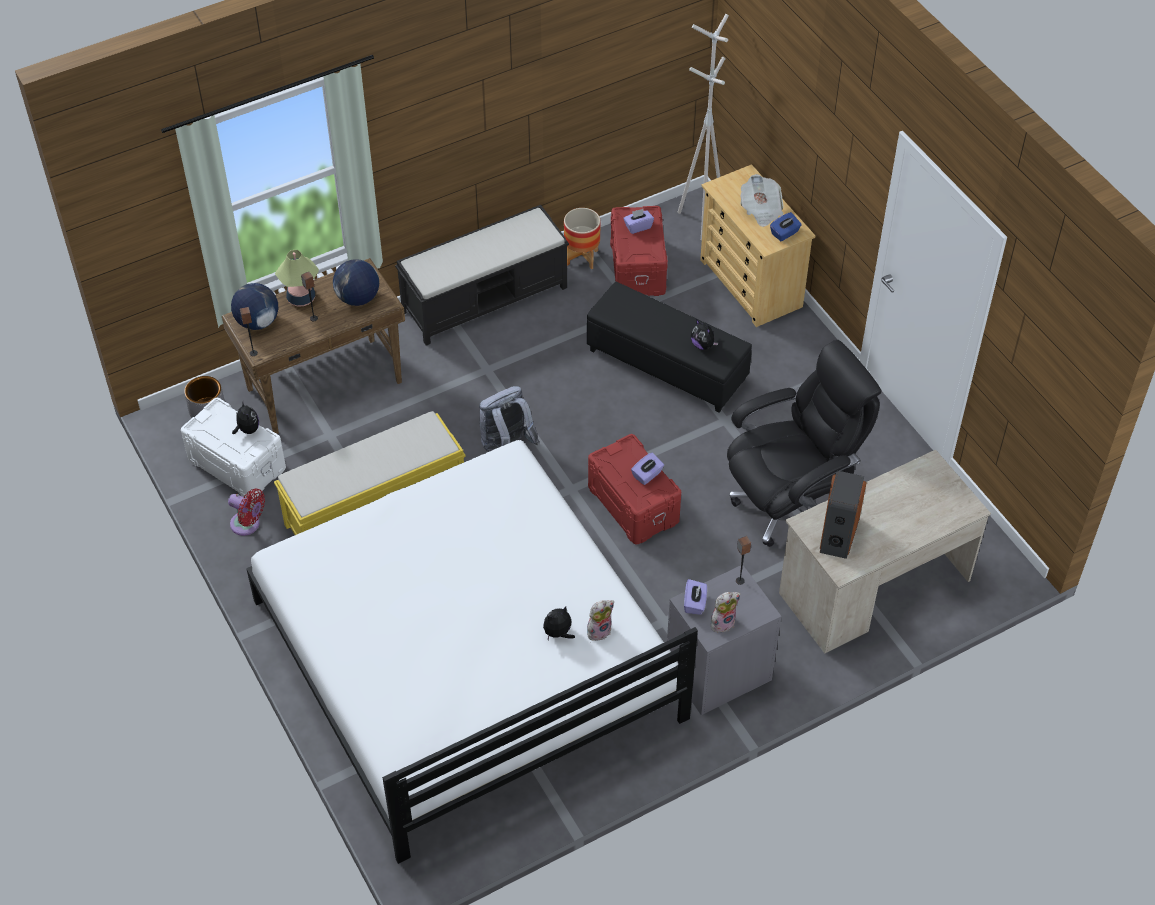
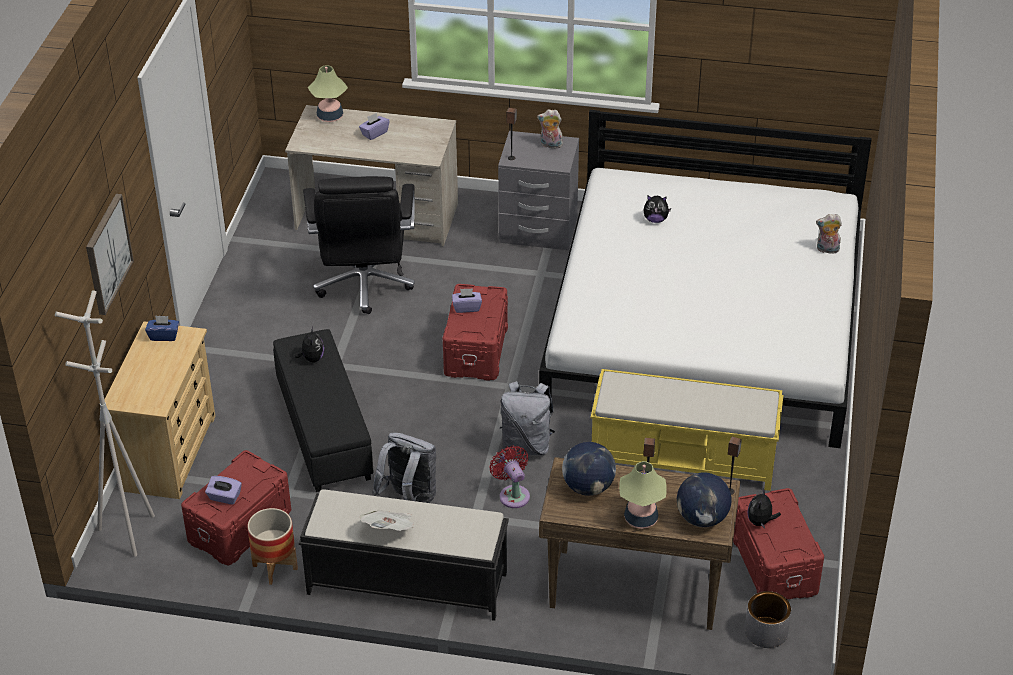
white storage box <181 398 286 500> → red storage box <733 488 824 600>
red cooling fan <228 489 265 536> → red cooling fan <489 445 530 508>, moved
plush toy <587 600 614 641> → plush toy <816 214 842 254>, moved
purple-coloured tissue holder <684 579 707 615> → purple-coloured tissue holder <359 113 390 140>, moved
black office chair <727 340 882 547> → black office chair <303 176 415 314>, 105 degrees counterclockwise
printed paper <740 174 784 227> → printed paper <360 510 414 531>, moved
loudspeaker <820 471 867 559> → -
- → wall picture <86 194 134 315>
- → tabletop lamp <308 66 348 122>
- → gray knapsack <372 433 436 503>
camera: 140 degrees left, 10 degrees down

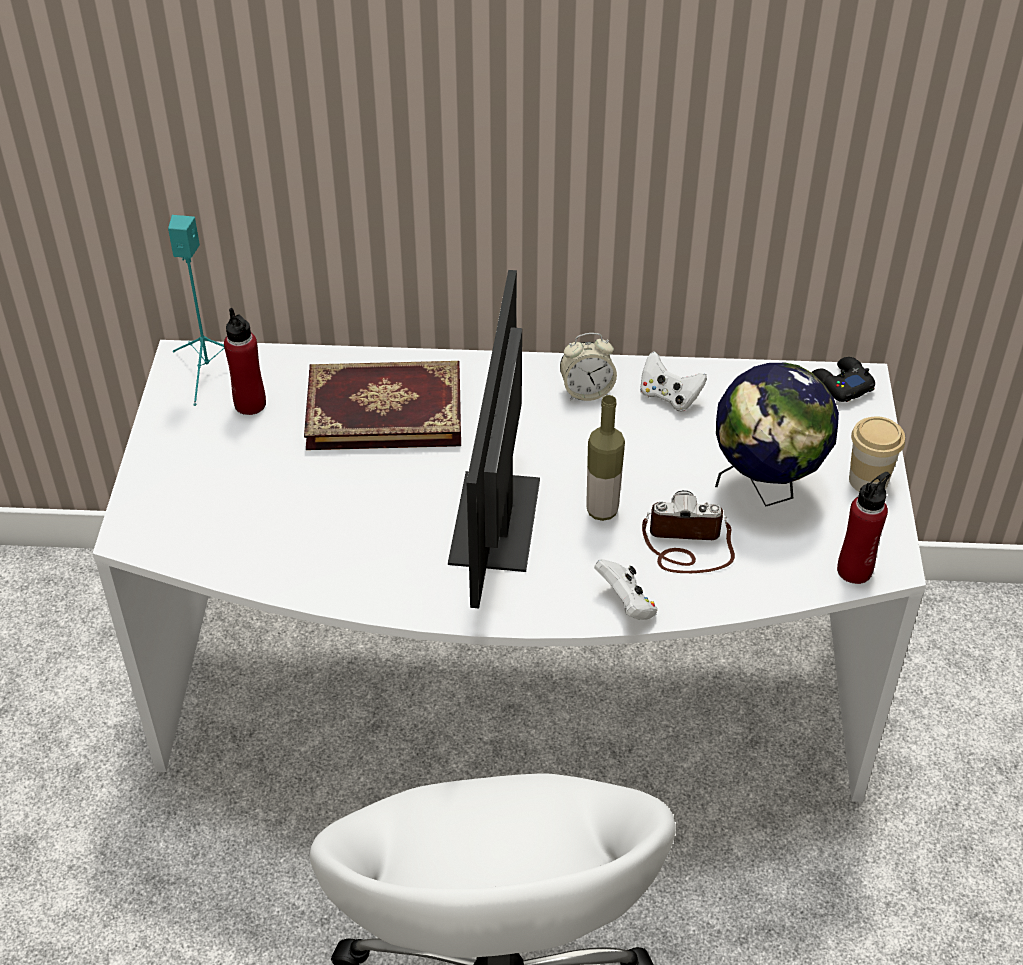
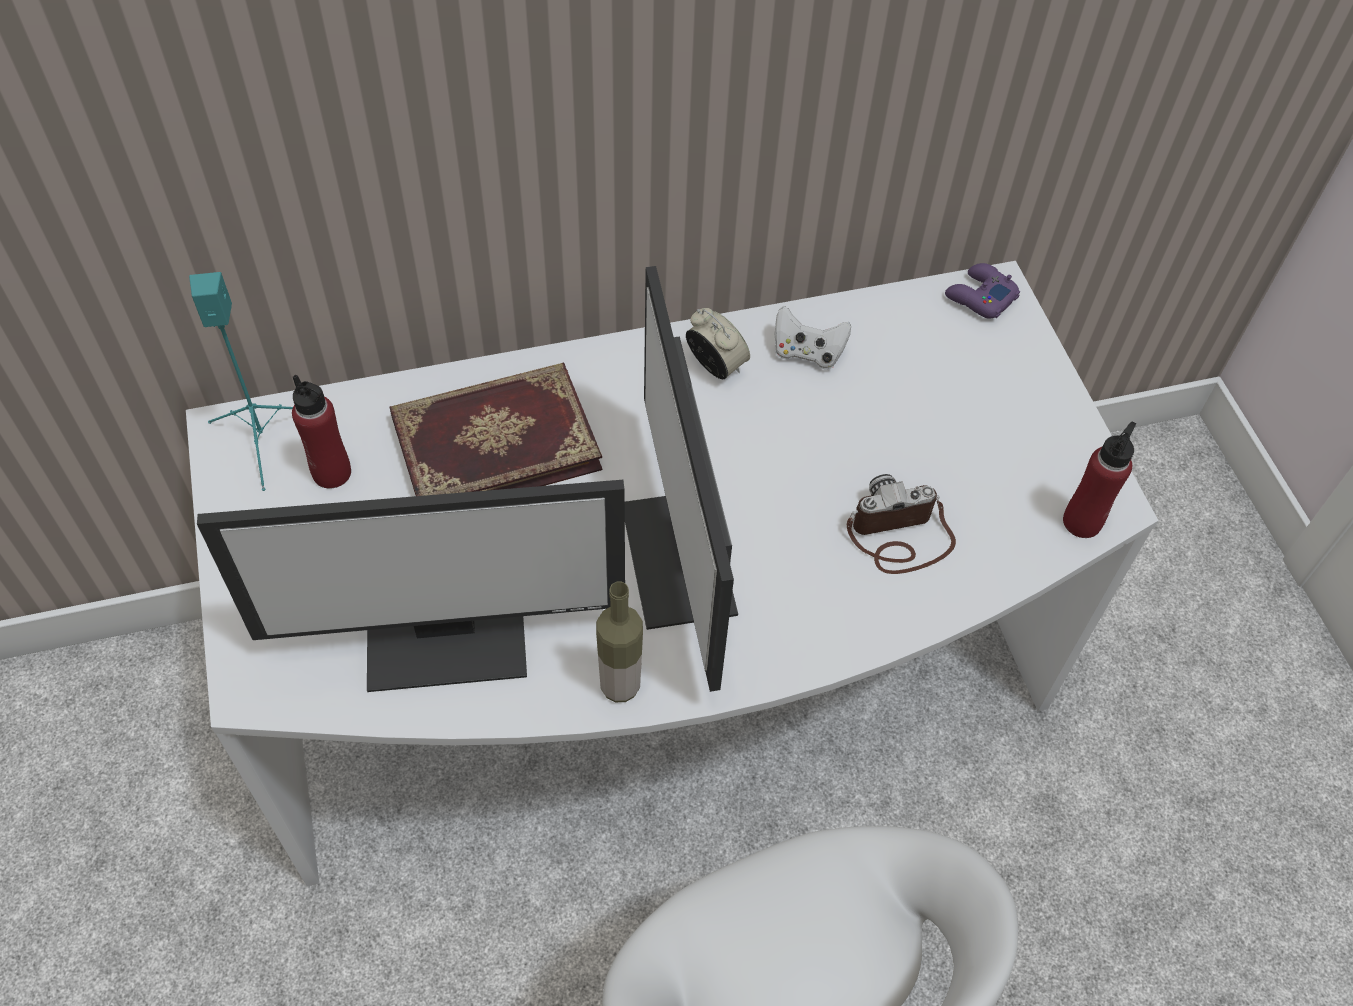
table clock <560 333 617 401> → table clock <686 308 750 379>, 105 degrees counterclockwise
drink bottle <586 395 625 521> → drink bottle <596 581 643 702>, moved
white gamepad <594 559 657 620> → -
globe <715 363 839 506> → -
black gamepad <812 357 875 402> → purple-coloured gamepad <945 263 1020 319>
small cup <849 416 905 492> → -
- → computer screen <197 480 625 692>
camera: 20 degrees left, 10 degrees up

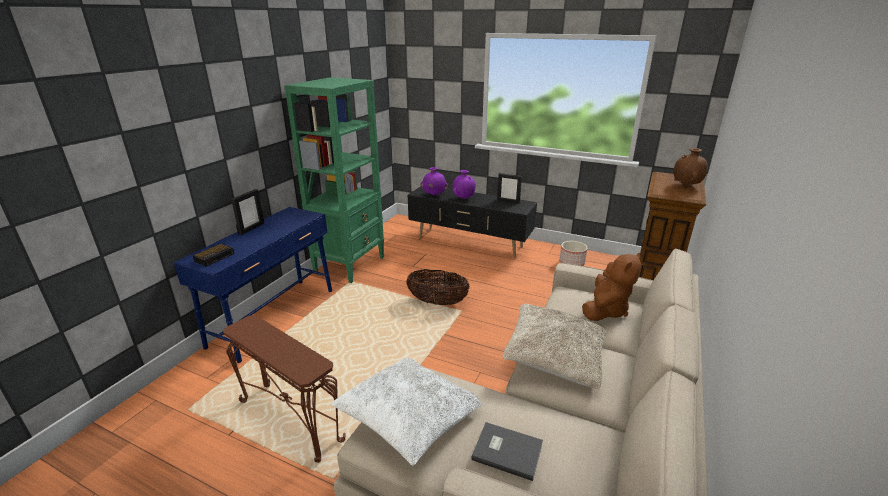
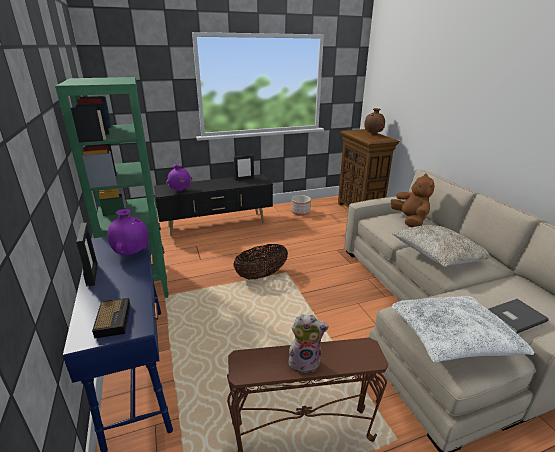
purple-coloured flower vase <453 170 476 199> → purple-coloured flower vase <107 209 149 255>, moved
- → plush toy <288 314 329 373>
camera: 45 degrees left, 0 degrees up

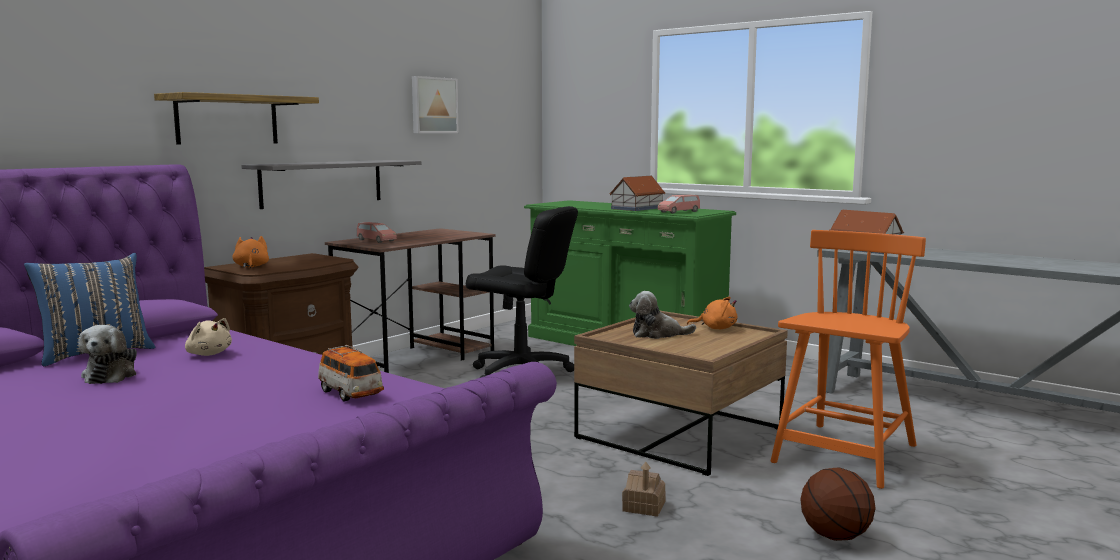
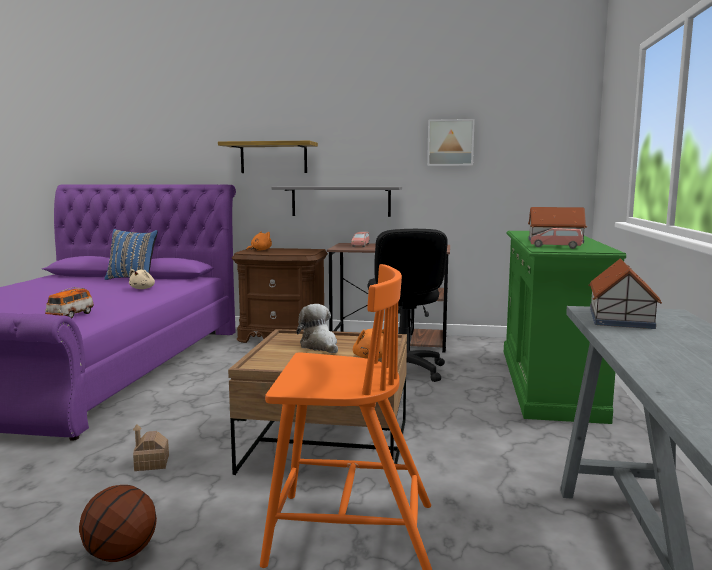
plush toy <78 325 137 384> → -
camera: 60 degrees right, 0 degrees up

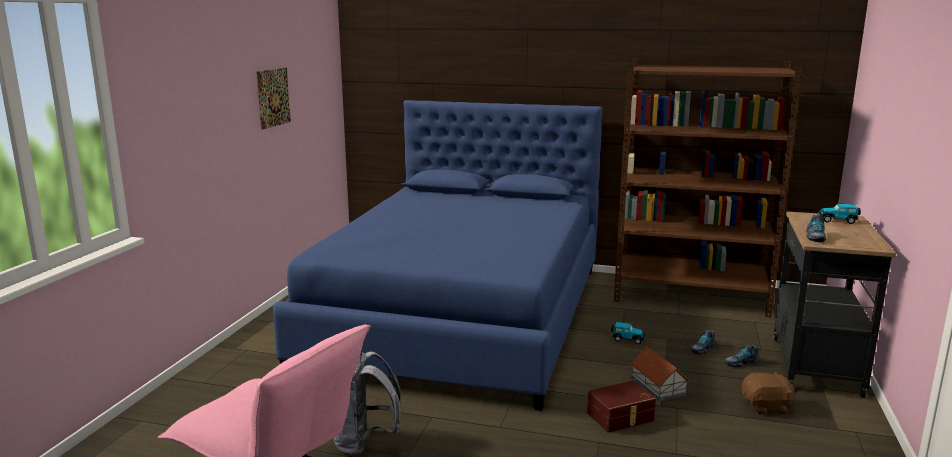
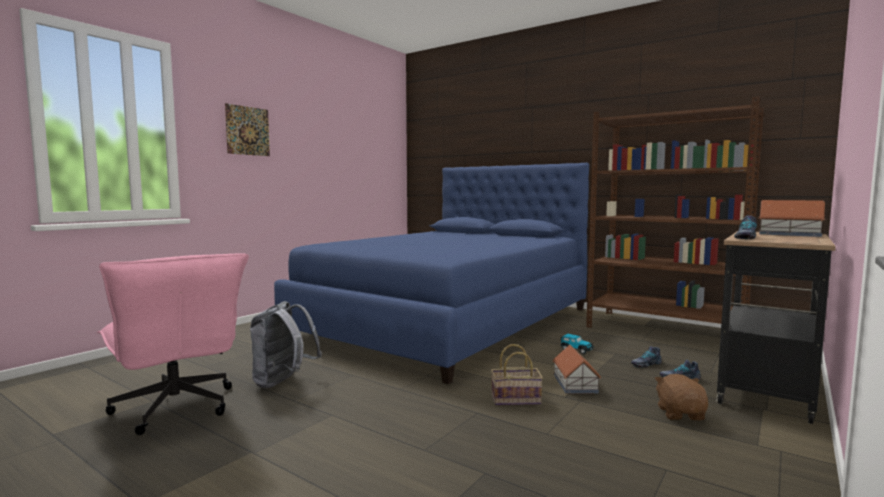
wall picture <256 68 291 130> → wall picture <225 103 270 156>, moved
brown storage box <587 381 656 433> → household basket <491 344 543 405>
brown plush toy <742 371 796 415> → brown plush toy <654 374 708 421>, 105 degrees counterclockwise
miniature car <818 203 861 224> → model house <758 200 825 237>
camera: 20 degrees right, 10 degrees down

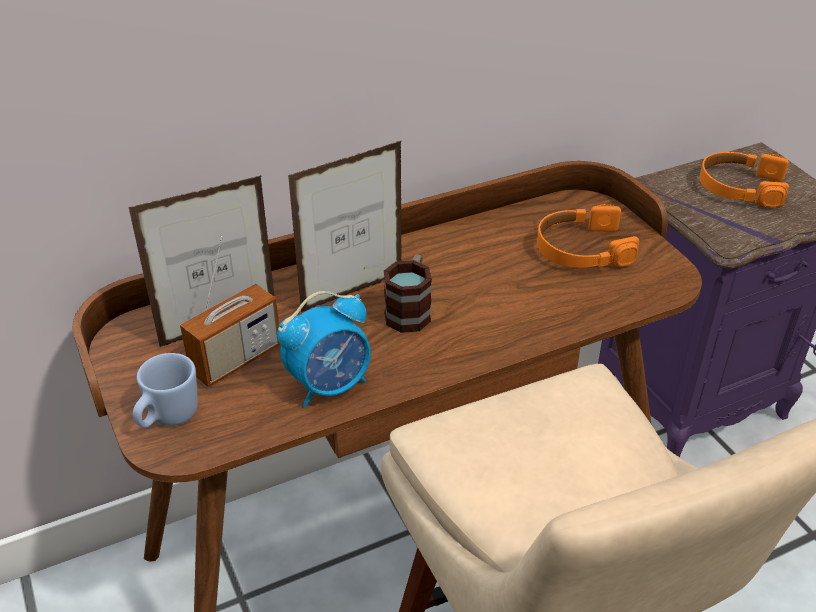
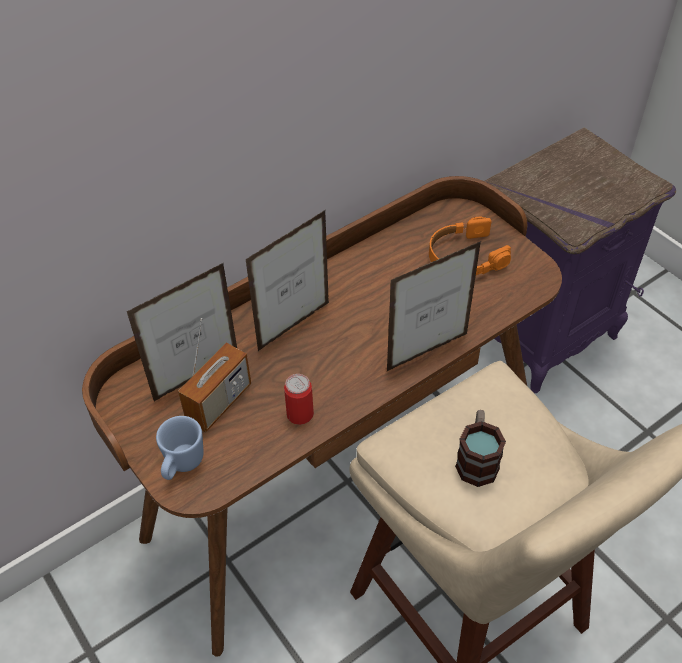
table clock <277 291 371 407> → sealed can <284 374 314 425>
coffee mug <384 254 432 333> → coffee mug <455 410 506 487>, moved
orange headset <699 152 789 208> → -
- → picture frame <387 241 481 371>
camera: 10 degrees left, 10 degrees up

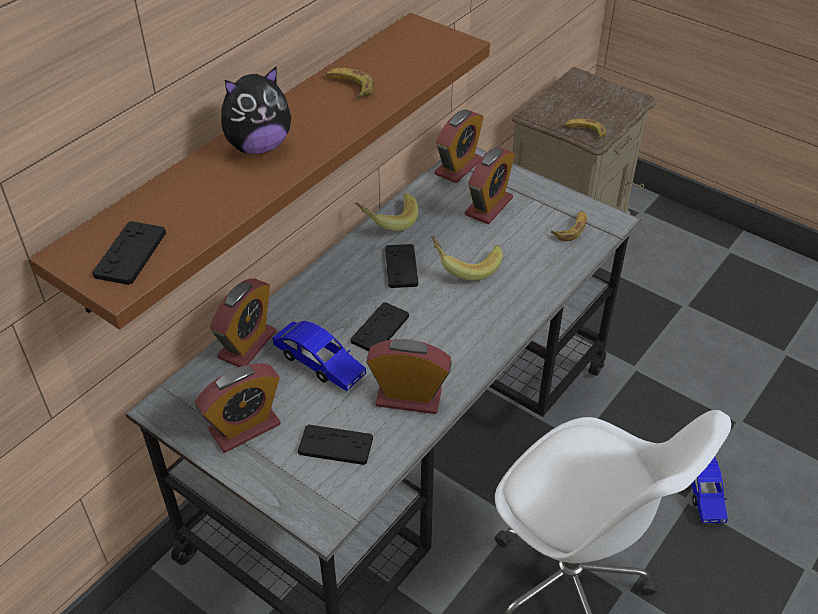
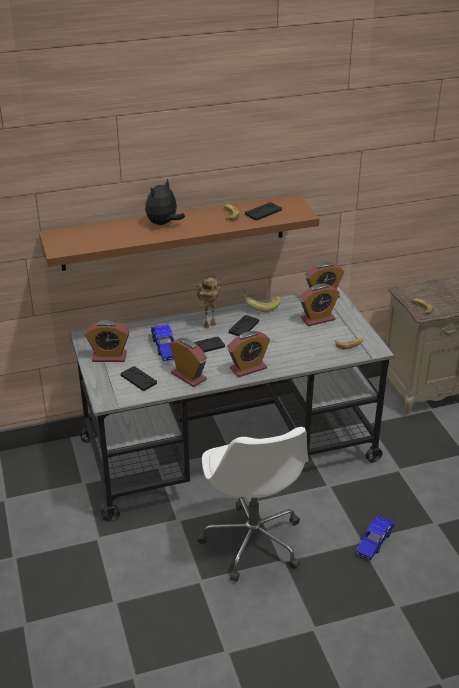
black gamepad <92 221 166 285> → black gamepad <245 202 282 220>, moved
table clock <210 279 276 367> → table clock <227 331 270 377>, moved
plush toy <221 67 291 154> → plush toy <145 178 185 225>, 120 degrees clockwise
banana fruit <431 236 503 281> → -
- → model robot <196 275 222 329>
camera: 35 degrees right, 10 degrees down

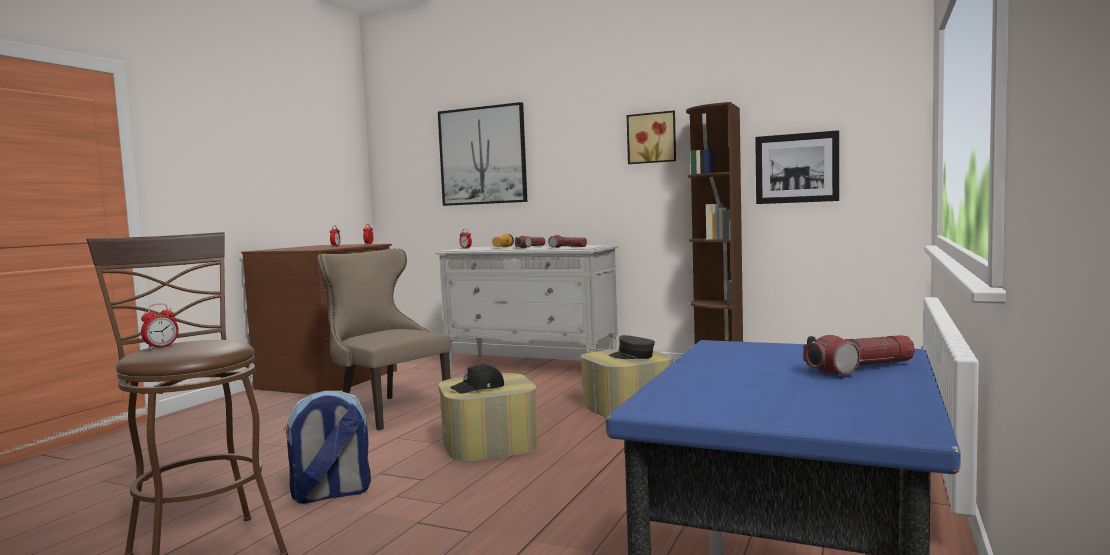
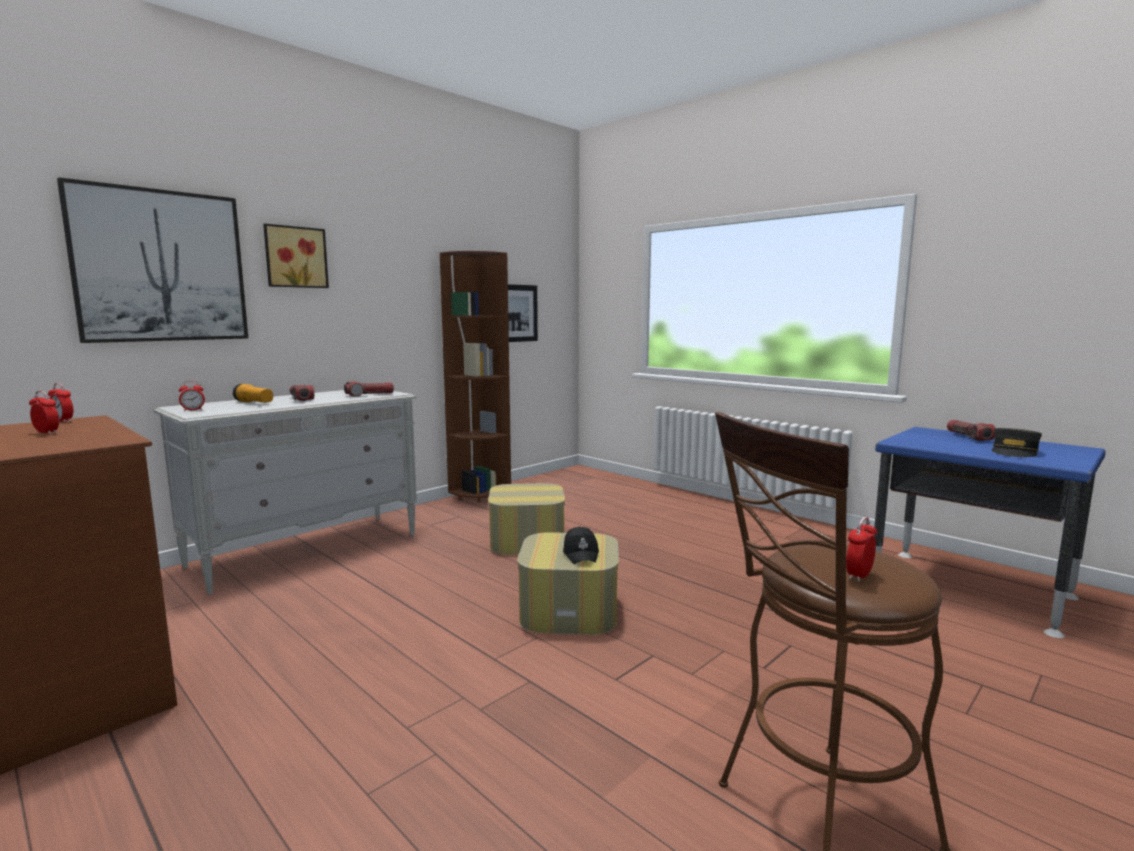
table clock <141 303 179 350> → table clock <846 517 877 582>, 105 degrees counterclockwise
knapsack <284 391 371 504> → -
beige-coloured upright chair <317 249 451 430> → -
gray peaked cap <609 335 655 359> → gray peaked cap <992 428 1042 457>, moved
wall picture <627 111 676 164> → wall picture <263 224 329 288>, moved
camera: 70 degrees left, 5 degrees up

